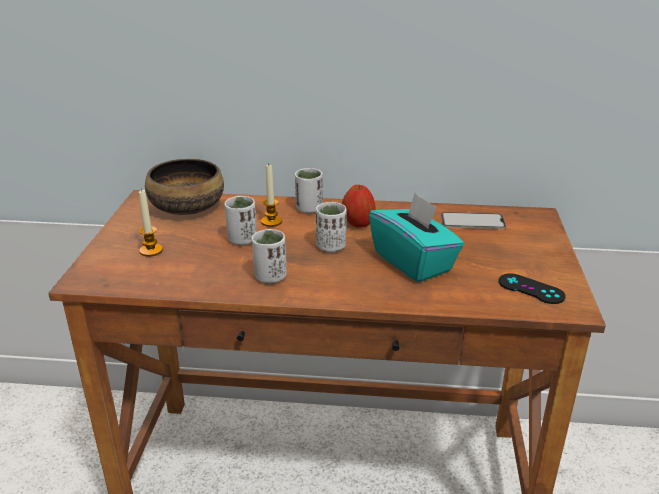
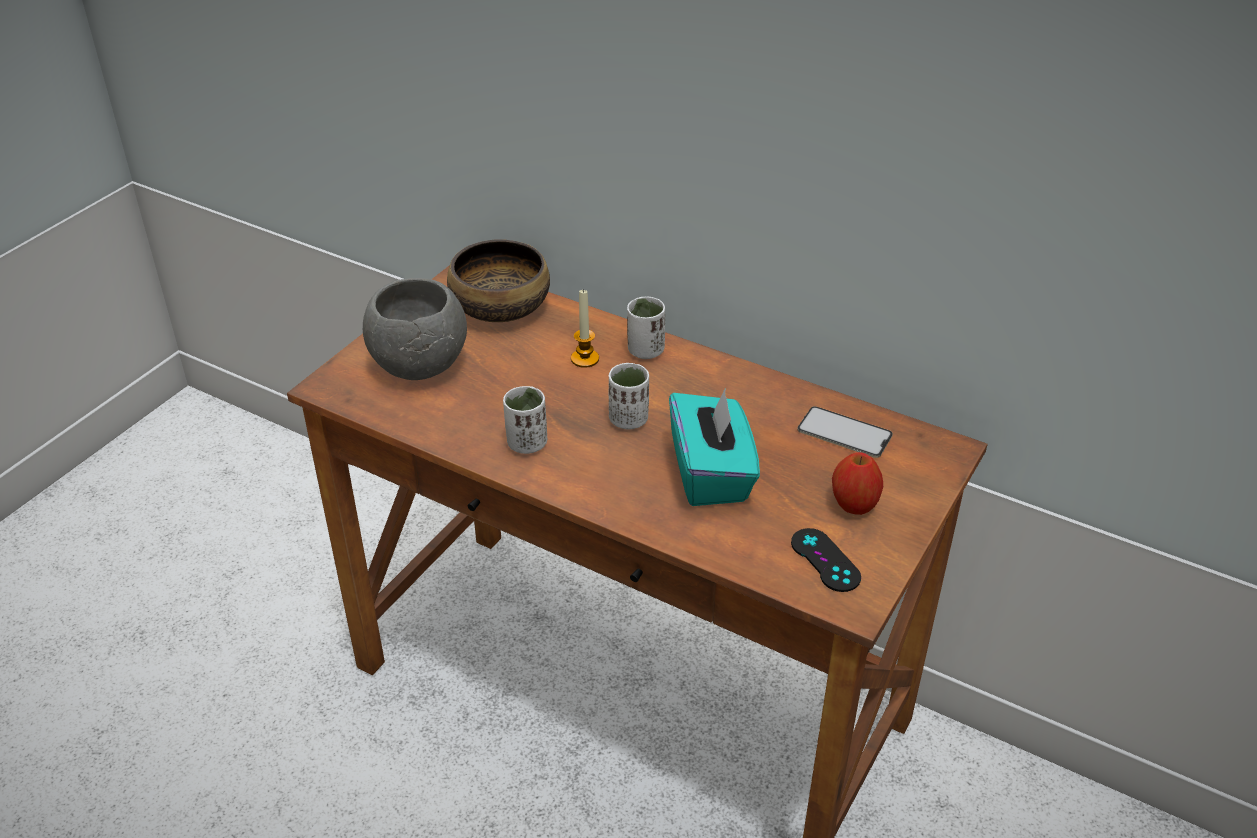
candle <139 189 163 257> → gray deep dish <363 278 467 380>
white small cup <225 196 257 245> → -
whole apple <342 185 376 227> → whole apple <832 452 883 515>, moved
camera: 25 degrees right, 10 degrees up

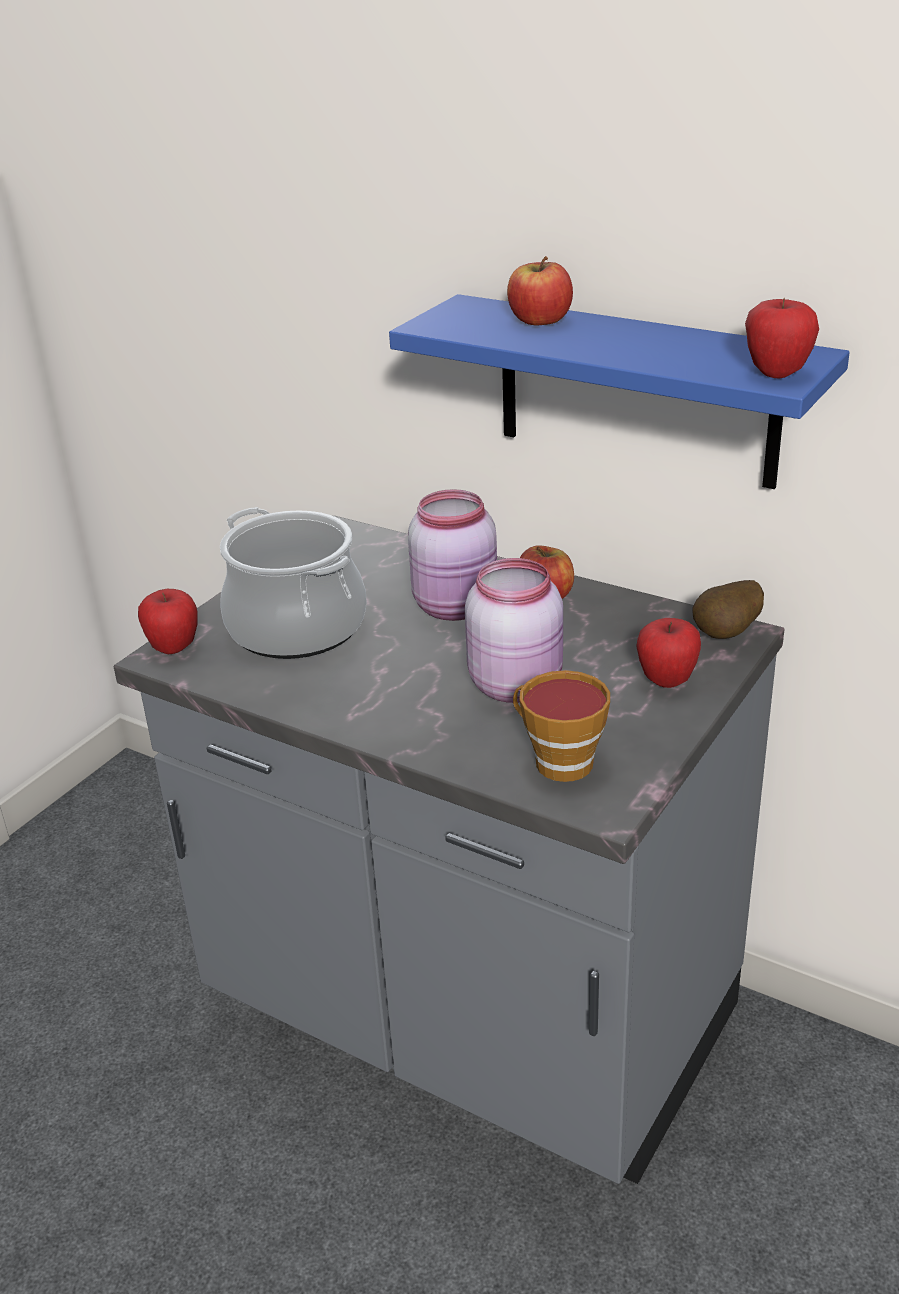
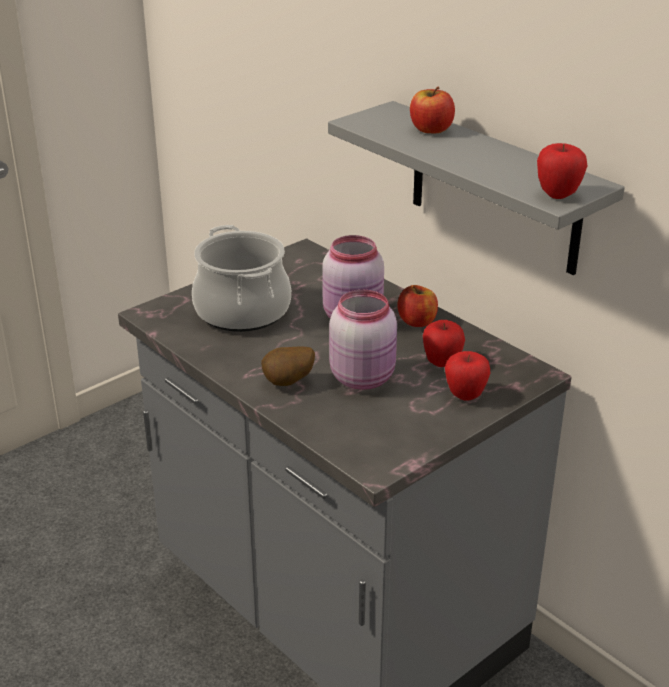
whole apple <138 589 197 654> → whole apple <423 320 465 367>, moved
blue shelf <389 294 850 489> → gray shelf <328 101 625 275>
small cup <513 670 610 782> → -
spud <692 580 764 639> → spud <261 346 315 386>, moved
camera: 15 degrees right, 0 degrees up

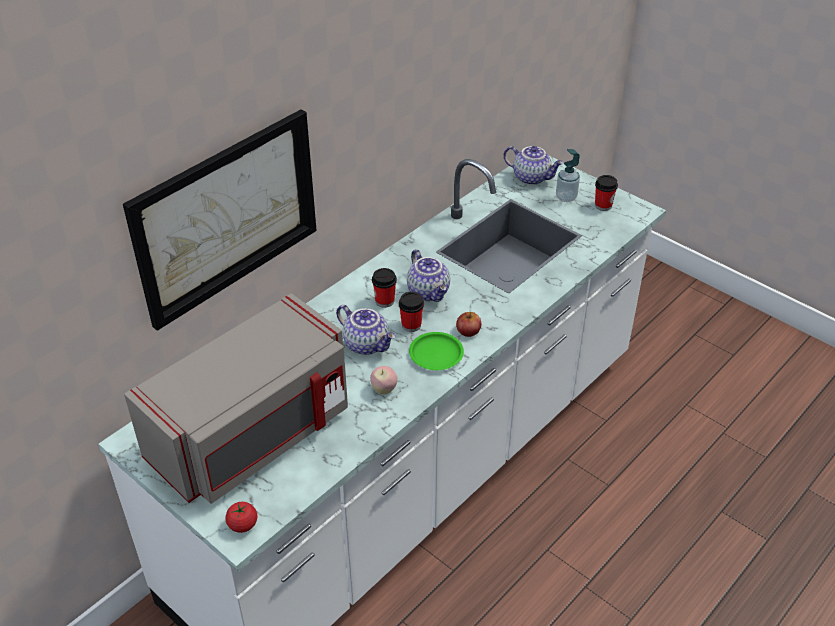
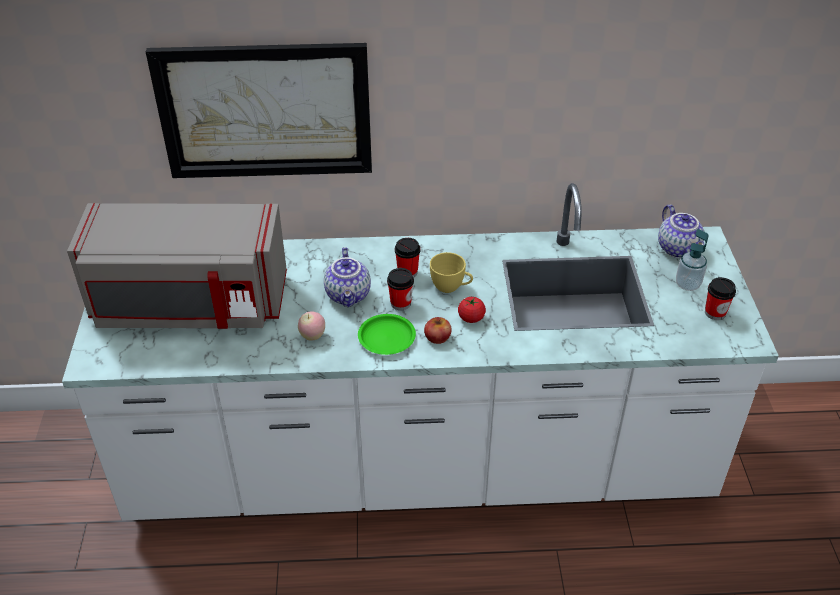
whole tomato <225 502 257 533> → whole tomato <458 297 486 323>, moved
tea pot <407 249 450 302> → yellowish small cup <430 252 473 293>
camera: 45 degrees right, 0 degrees up

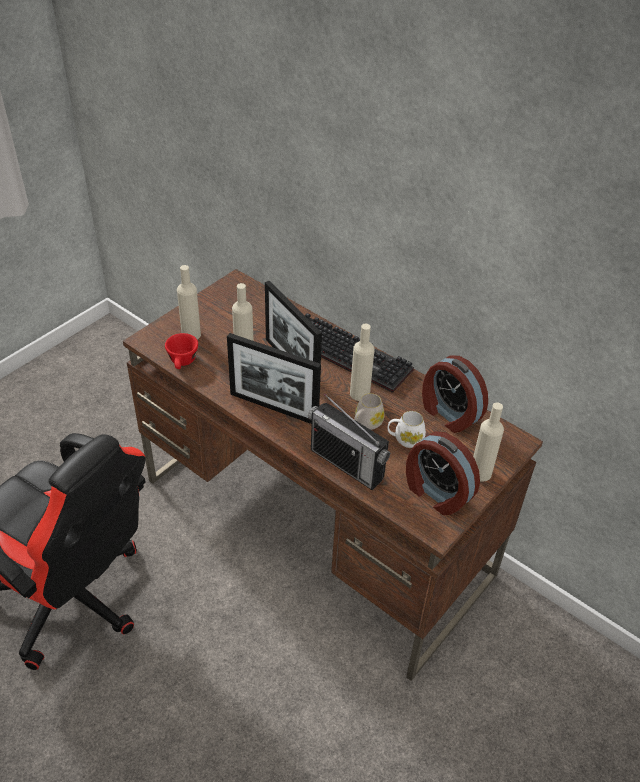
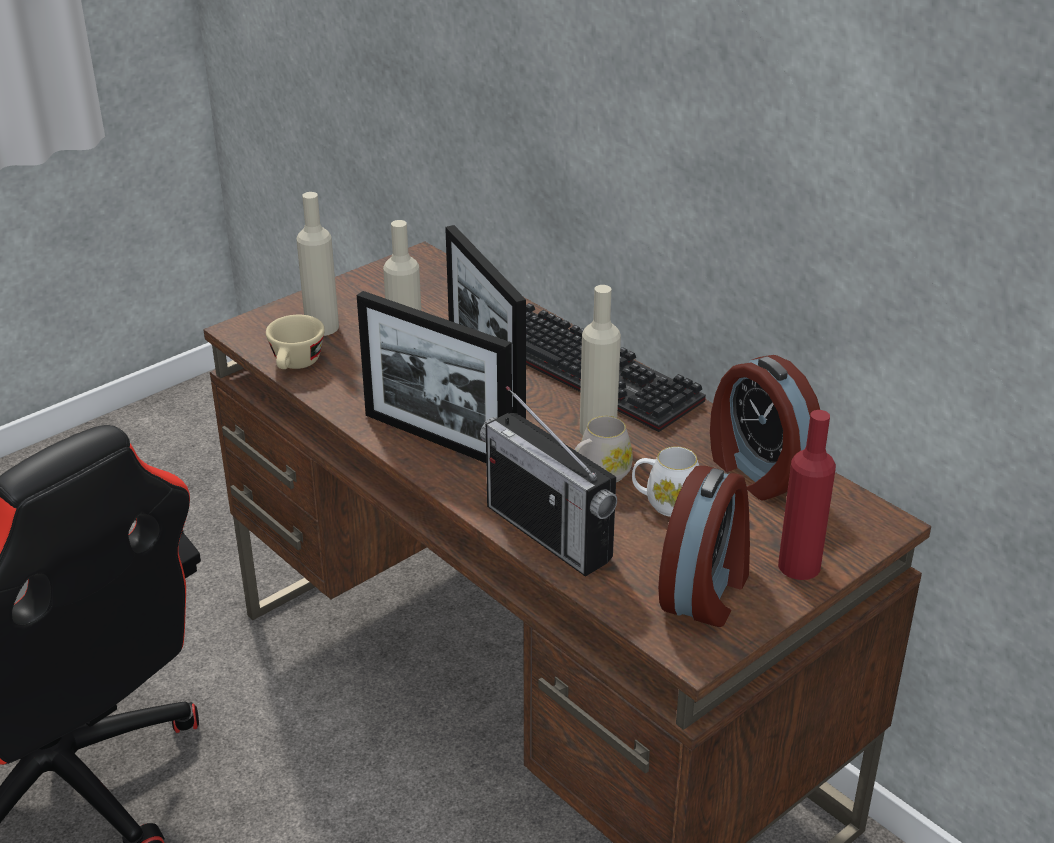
red small cup <165 333 198 369> → beige-coloured small cup <266 315 325 369>
table clock <406 431 480 515> → table clock <658 466 750 627>, 120 degrees counterclockwise
beige-coloured drink bottle <473 402 504 482> → red drink bottle <778 410 836 580>
camera: 10 degrees right, 10 degrees down

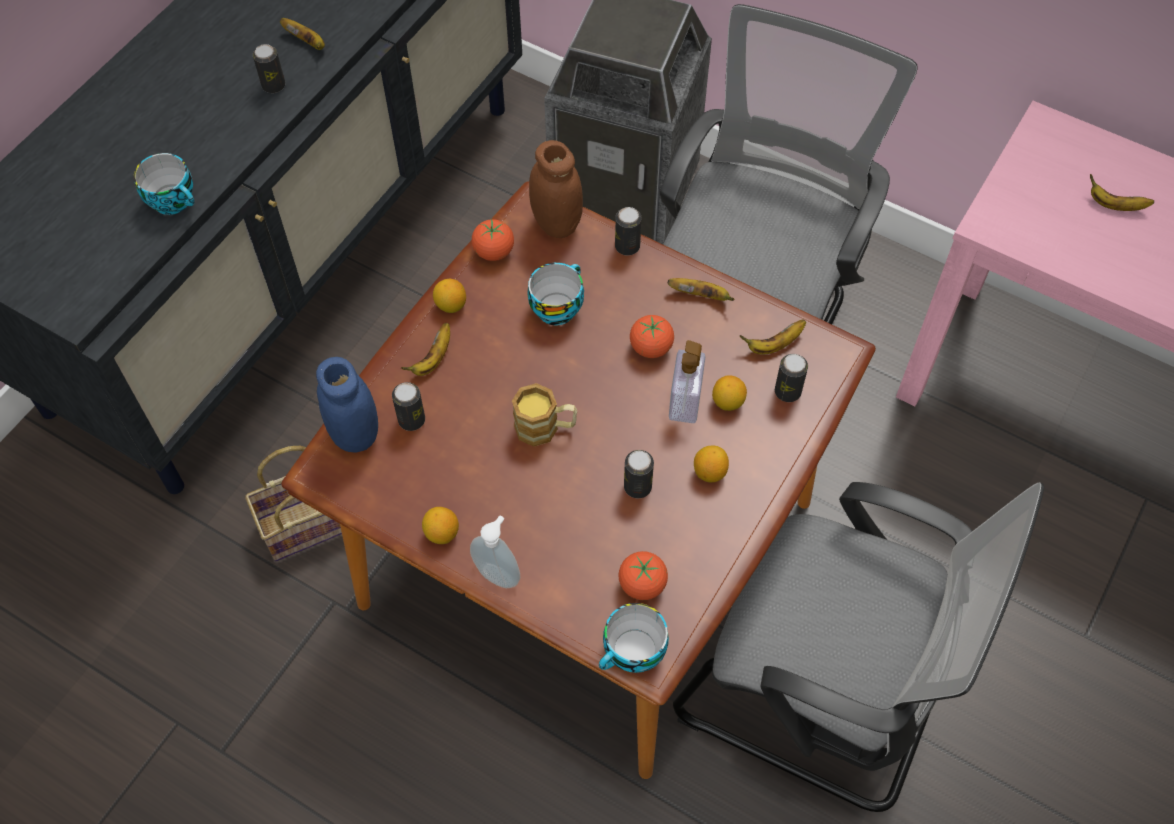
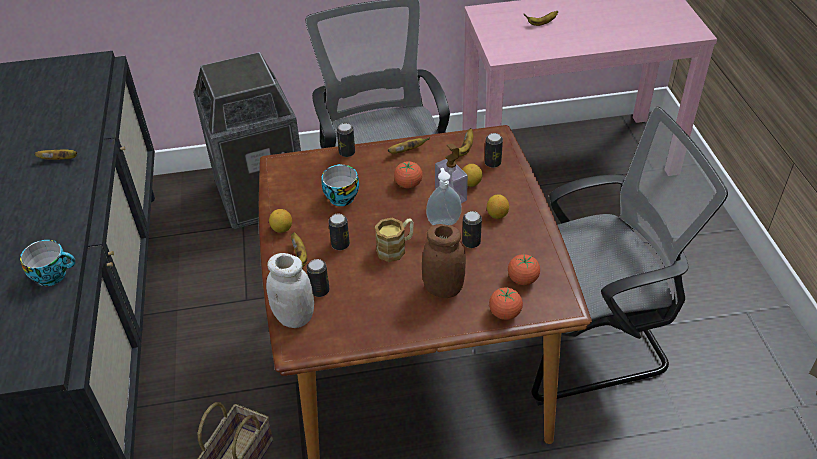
sealed can <253 44 285 93> → sealed can <328 214 350 250>, moved
blue jar <316 357 378 453> → white jar <266 253 314 328>
whole lemon <422 507 459 544> → -
soap dispenser <470 515 520 588> → soap dispenser <426 168 462 225>, moved
whole tomato <472 219 514 261> → whole tomato <489 288 523 320>, moved
brown jar <529 140 583 238> → brown jar <422 224 466 298>, moved
small cup <599 603 669 673> → -
camera: 40 degrees left, 15 degrees down

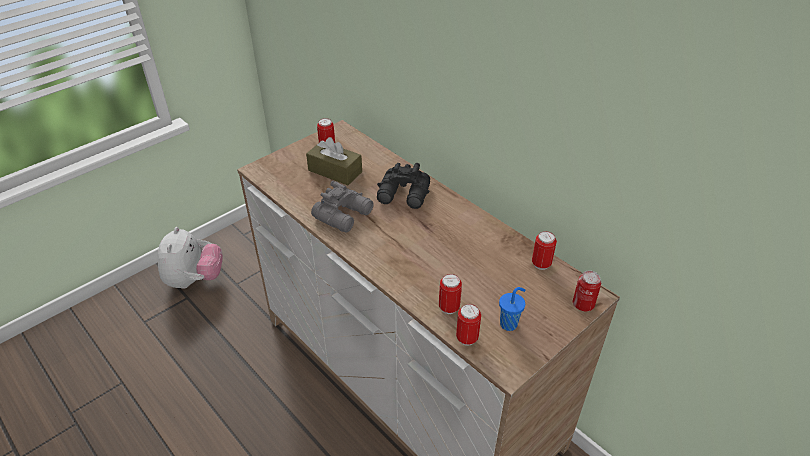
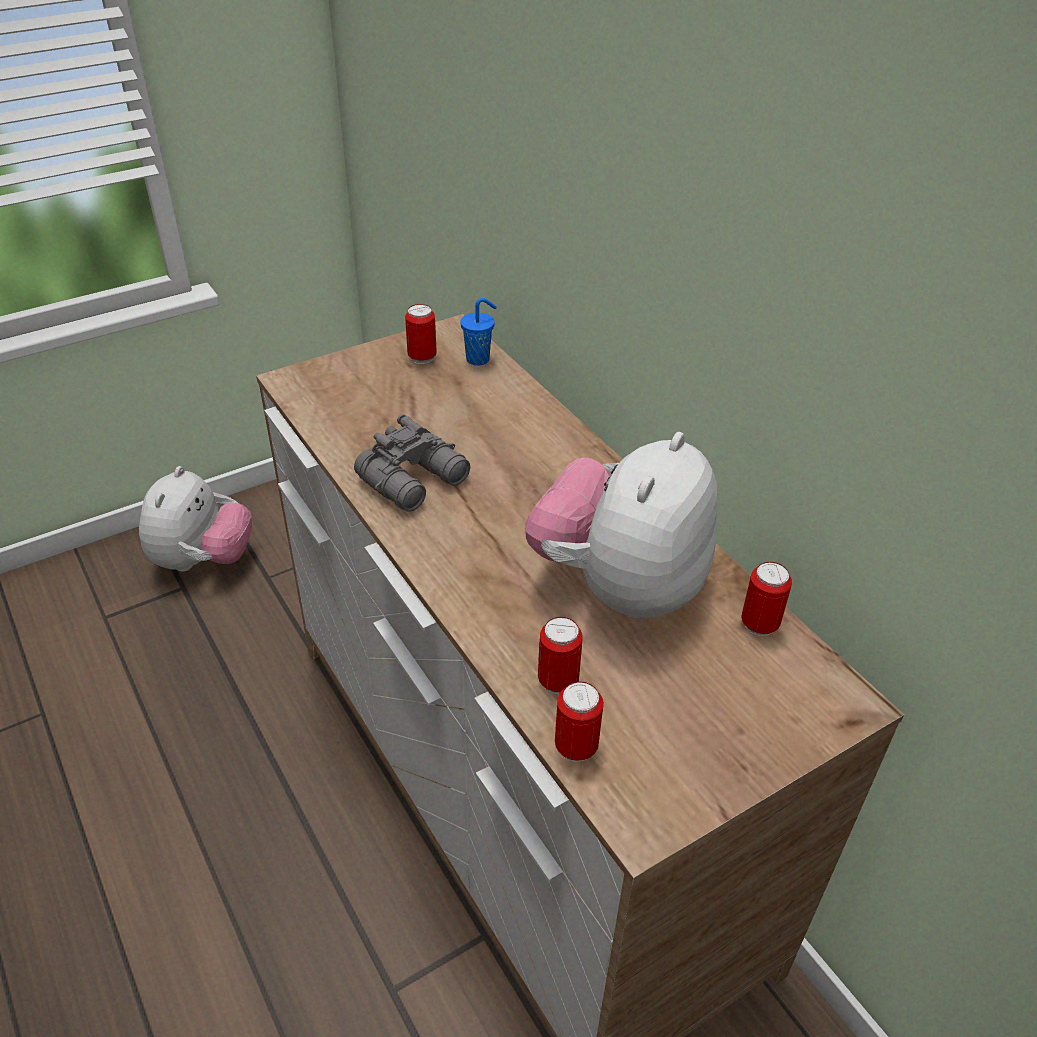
brown tissue holder <306 137 362 185> → -
black binoculars <377 163 430 209> → -
blue small cup <499 287 526 331> → blue small cup <460 298 497 365>, moved
sealed can <573 270 601 311> → -
- → plush toy <525 432 718 619>
camera: 10 degrees right, 0 degrees up

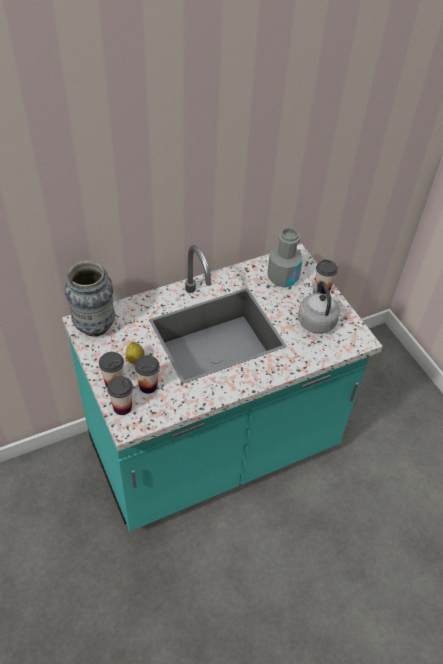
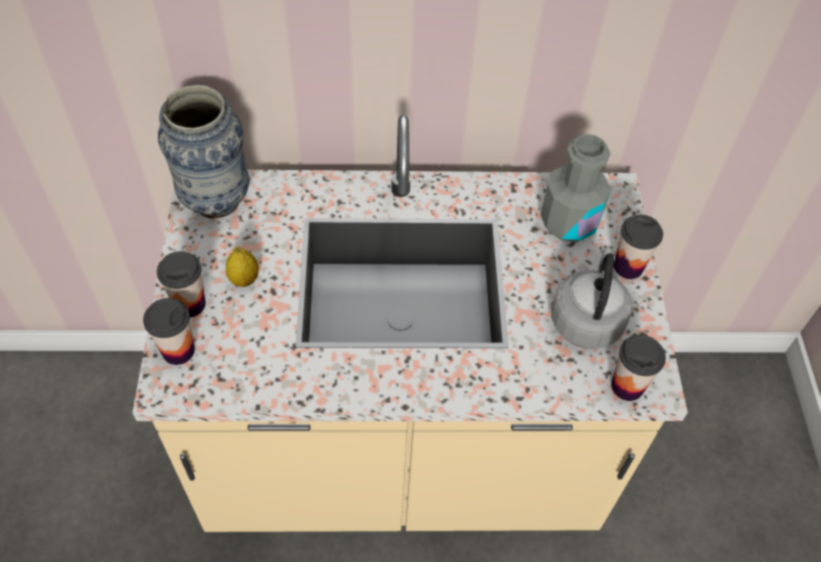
turquoise kitchen counter <62 244 383 532> → beige-coloured kitchen counter <132 115 688 532>
small cup <135 355 159 394> → small cup <611 335 666 401>, moved
camera: 25 degrees right, 5 degrees up

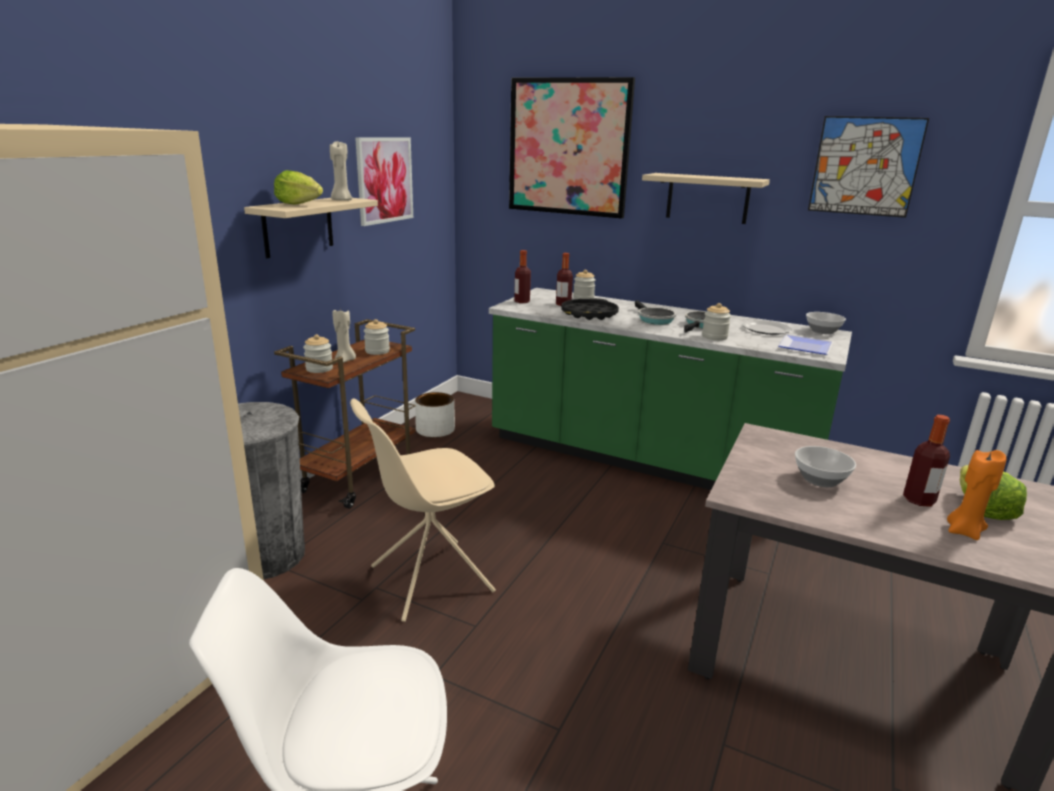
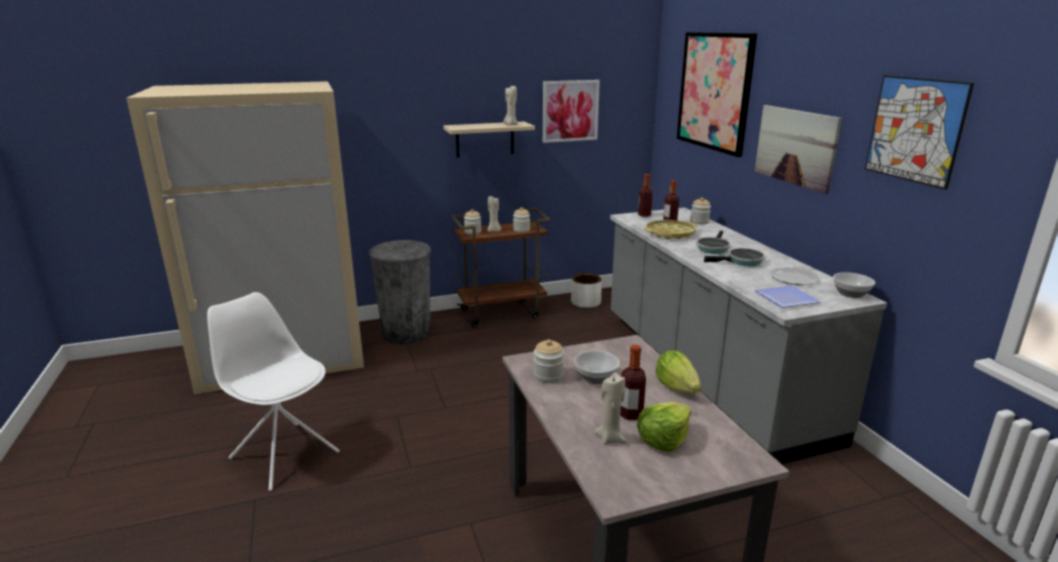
lettuce <274 170 323 205> → lettuce <656 351 701 393>, moved
beige-coloured upright chair <350 399 496 622> → -
green-coloured kitchen counter <489 288 852 490> → gray kitchen counter <610 208 887 464>
black carrying tray <561 298 619 320> → yellowish carrying tray <644 220 697 239>
beige-coloured shelf <642 173 770 224> → wall picture <755 105 842 194>
jar <702 303 731 340> → jar <534 340 564 383>, moved
orange candle <947 450 1007 540> → beige-coloured candle <594 373 627 445>
camera: 45 degrees right, 0 degrees up

